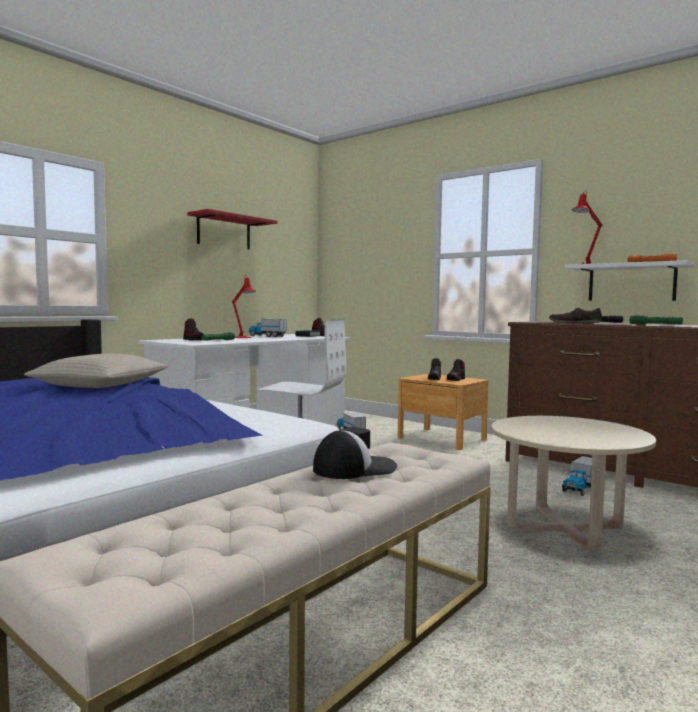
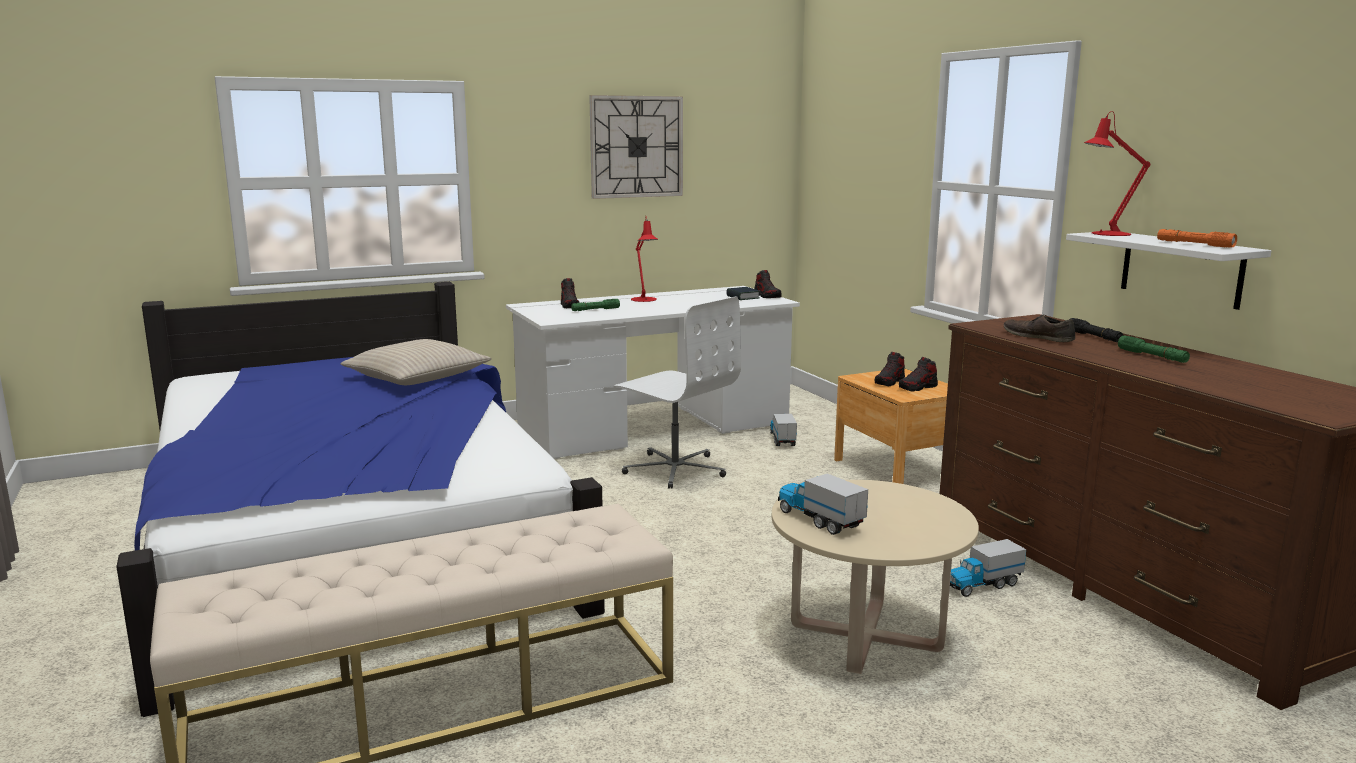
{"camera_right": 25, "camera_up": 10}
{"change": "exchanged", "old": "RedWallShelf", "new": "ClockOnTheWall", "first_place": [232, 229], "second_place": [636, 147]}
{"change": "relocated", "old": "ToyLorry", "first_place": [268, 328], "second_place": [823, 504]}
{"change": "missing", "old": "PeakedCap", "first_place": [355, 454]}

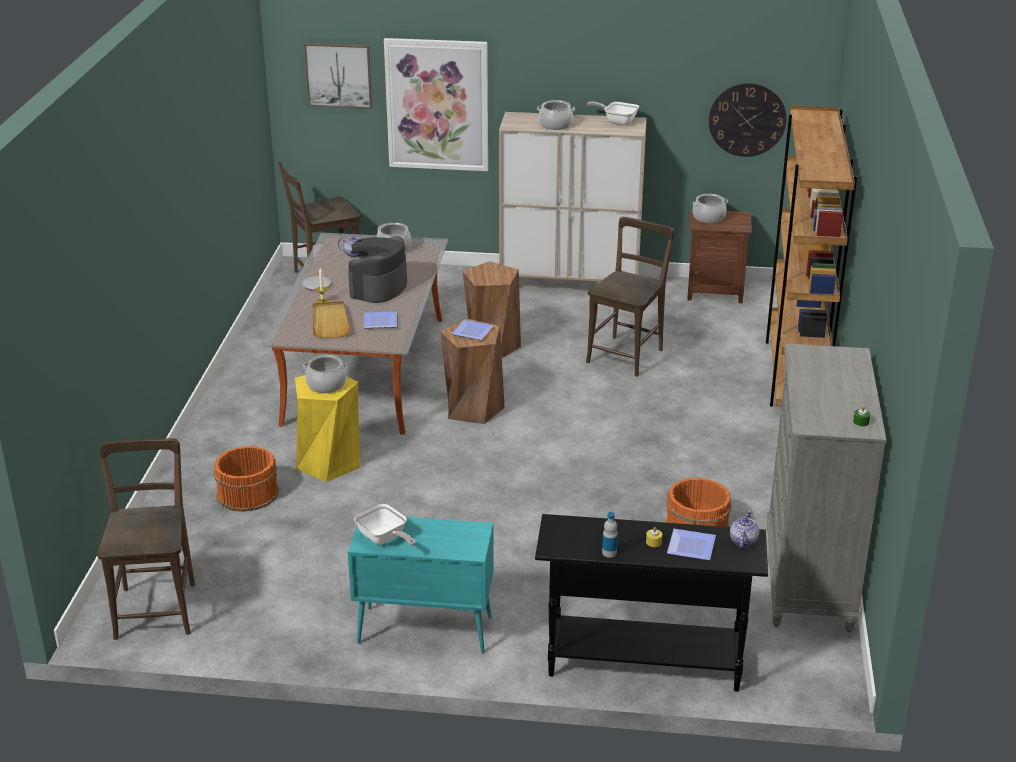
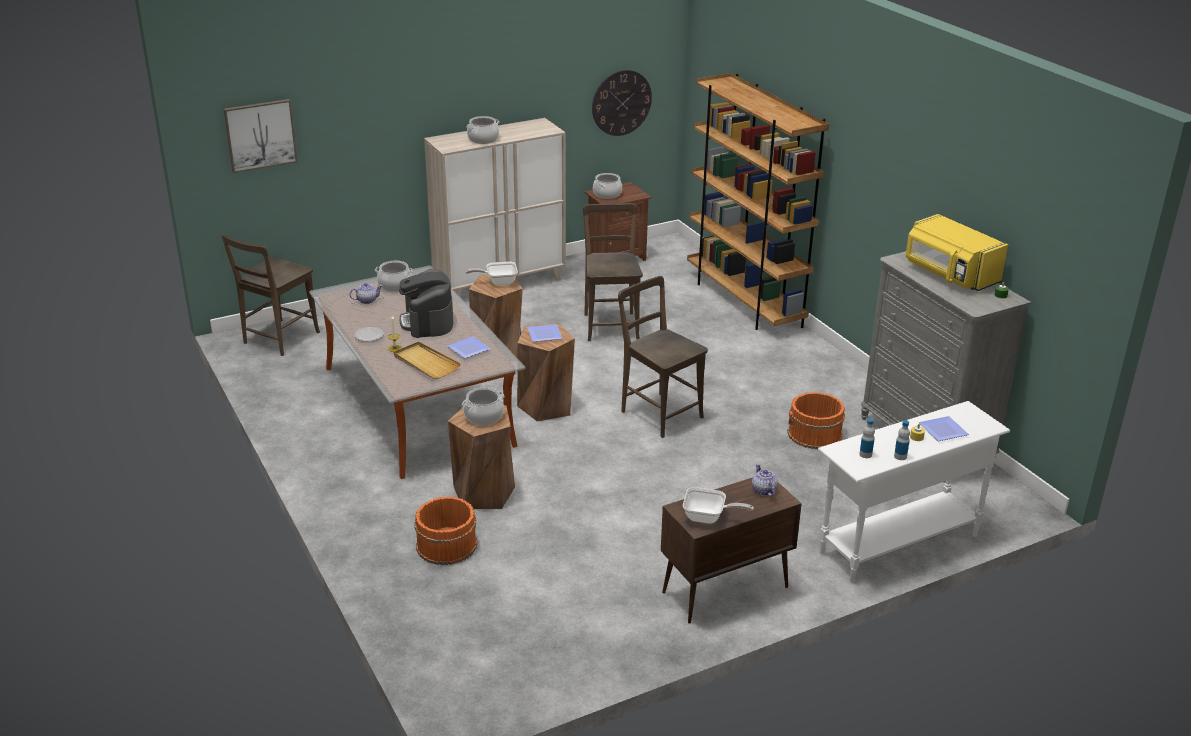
{"camera_right": -35, "camera_up": 0}
{"change": "relocated", "old": "BrownishChair", "first_place": [146, 539], "second_place": [663, 357]}
{"change": "colour", "old": "YellowStoolSeat", "new": "BrownishStoolSeat", "first_place": [327, 428], "second_place": [481, 457]}
{"change": "colour", "old": "BlueGreenStorageCabinet", "new": "BrownishStorageCabinet", "first_place": [421, 585], "second_place": [731, 550]}
{"change": "missing", "old": "Picture", "first_place": [436, 104]}
{"change": "colour", "old": "BlackColouredHallTable", "new": "WhiteColouredHallTable", "first_place": [651, 603], "second_place": [914, 492]}
{"change": "relocated", "old": "Pan", "first_place": [613, 113], "second_place": [492, 273]}
{"change": "relocated", "old": "Teapot", "first_place": [745, 529], "second_place": [765, 480]}
{"change": "appeared", "new": "DrinkBottle", "second_place": [867, 438]}
{"change": "appeared", "new": "YellowMicrowaveOven", "second_place": [957, 252]}

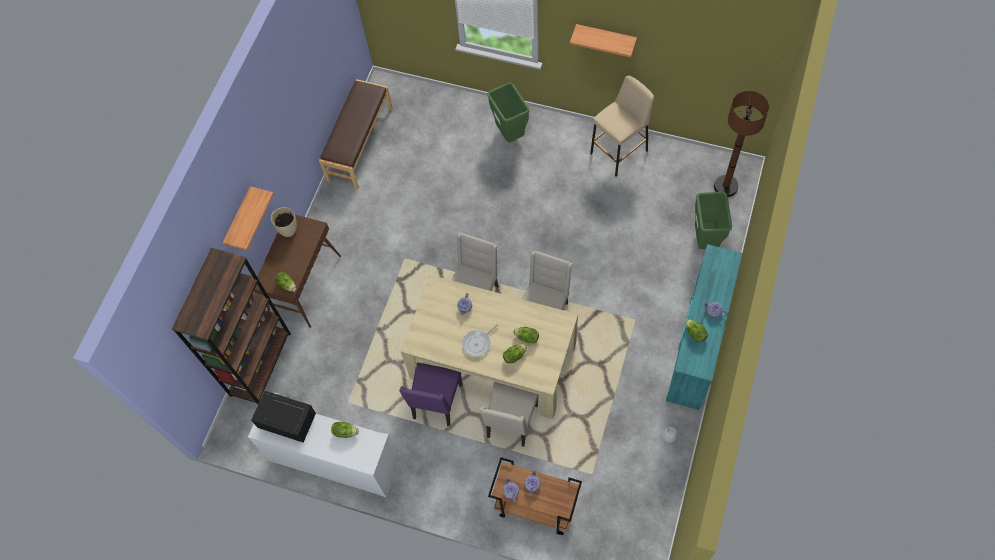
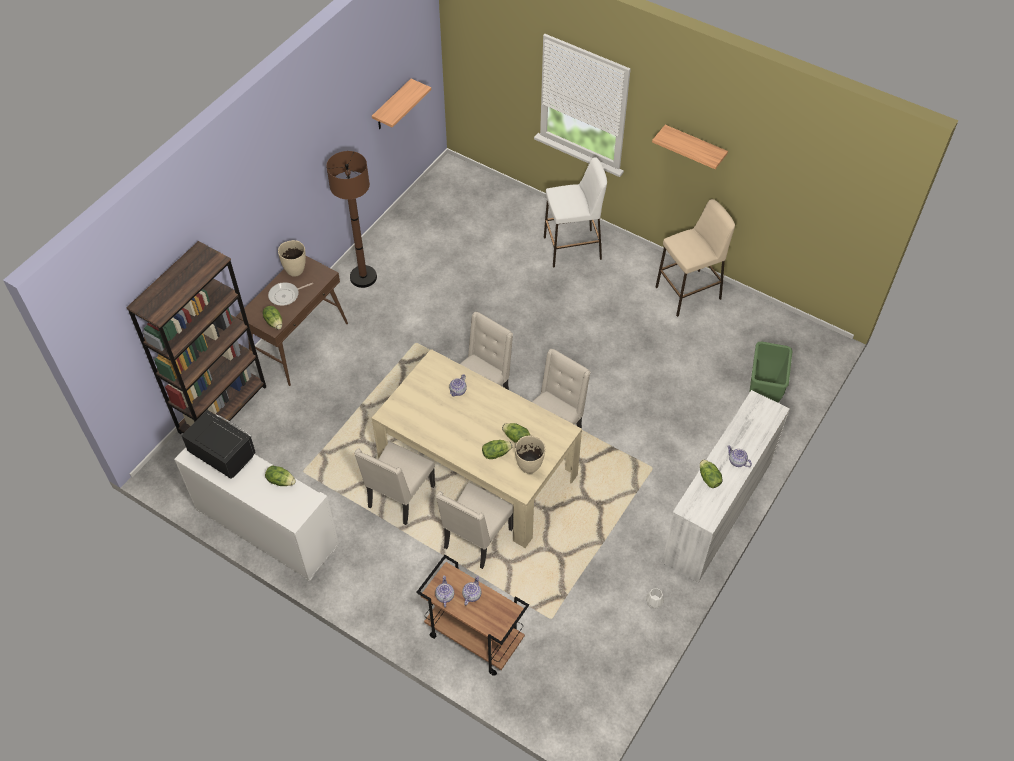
{"camera_right": 10, "camera_up": -10}
{"change": "relocated", "old": "WallShelf", "first_place": [248, 218], "second_place": [401, 104]}
{"change": "missing", "old": "BrownishIndoorBench", "first_place": [356, 134]}
{"change": "colour", "old": "PurpleColouredChair", "new": "SandColouredChair", "first_place": [430, 394], "second_place": [394, 483]}
{"change": "relocated", "old": "Pan", "first_place": [480, 340], "second_place": [290, 294]}
{"change": "exchanged", "old": "GreenishRubbishBin", "new": "WhiteColouredStoolSeat", "first_place": [508, 112], "second_place": [575, 212]}
{"change": "colour", "old": "BlueGreenDrawerChest", "new": "WhiteColouredDrawerChest", "first_place": [704, 327], "second_place": [726, 486]}
{"change": "relocated", "old": "BrownishStandingLamp", "first_place": [741, 144], "second_place": [351, 219]}
{"change": "appeared", "new": "SandColouredDecorativeVase", "second_place": [530, 455]}

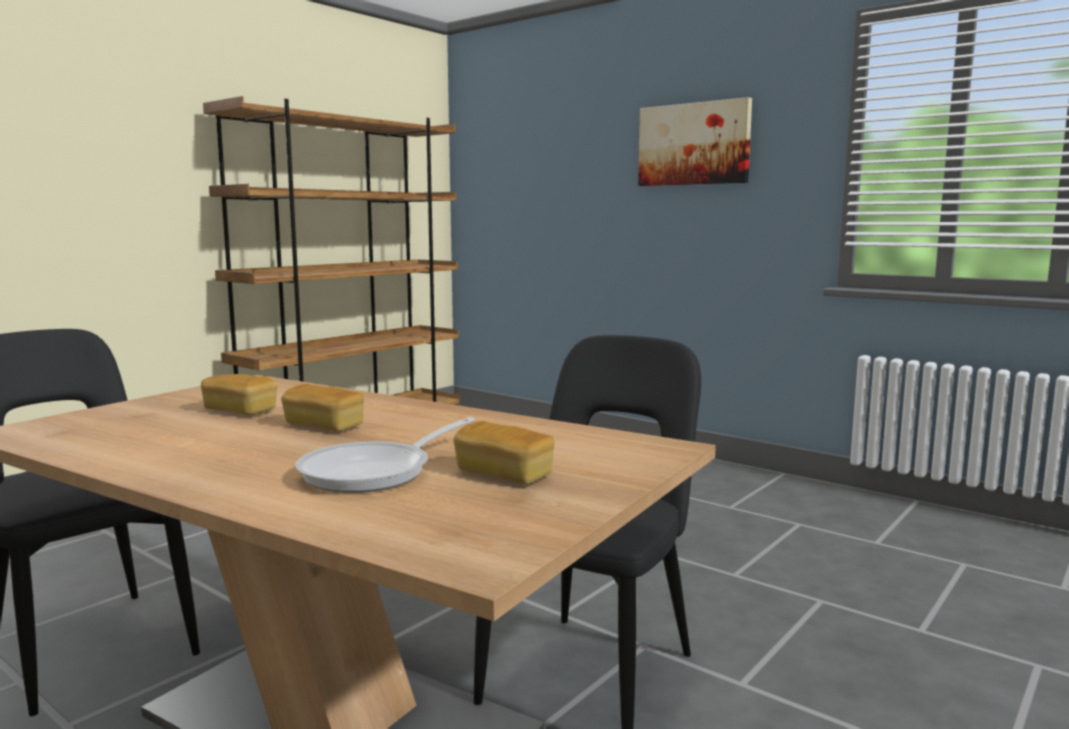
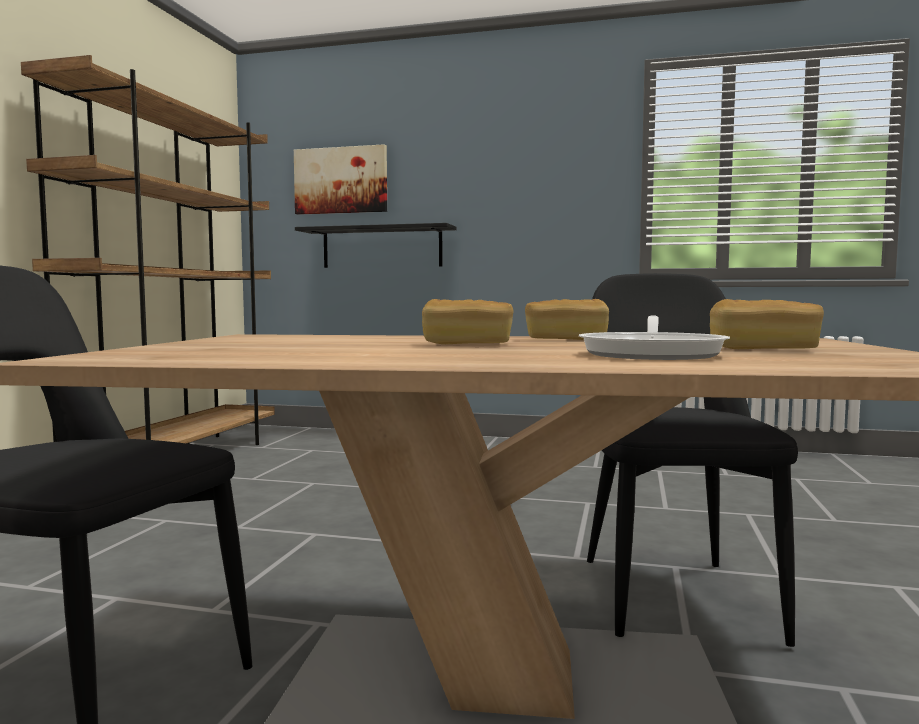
{"camera_right": -25, "camera_up": -5}
{"change": "relocated", "old": "BakedBread", "first_place": [239, 394], "second_place": [567, 319]}
{"change": "relocated", "old": "Picture", "first_place": [695, 141], "second_place": [340, 179]}
{"change": "appeared", "new": "BlackColouredWallShelf", "second_place": [375, 245]}

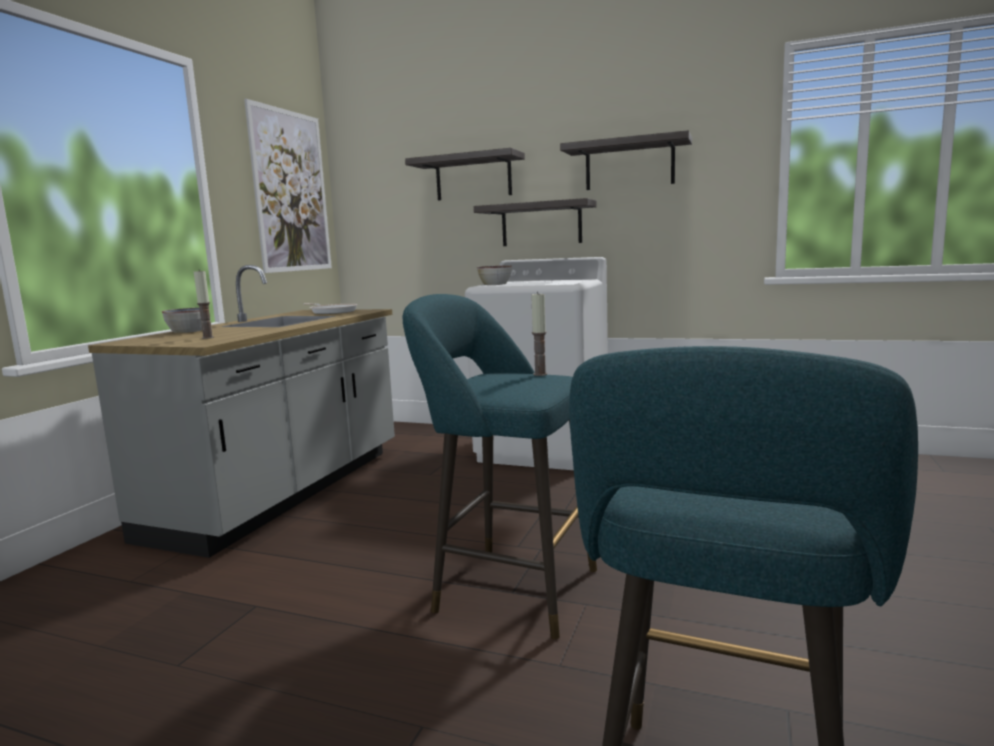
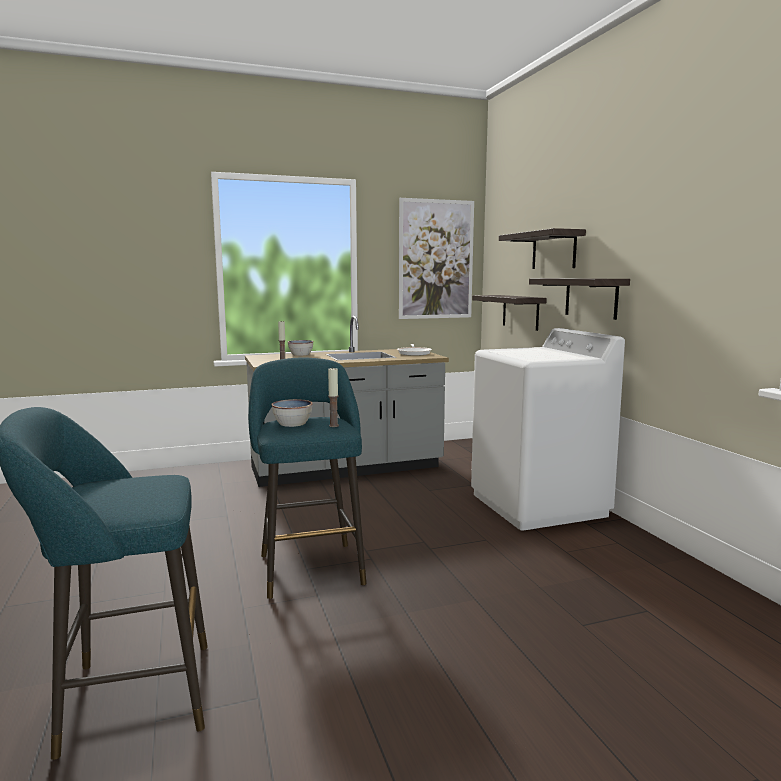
{"camera_right": 50, "camera_up": 0}
{"change": "relocated", "old": "DeepDish", "first_place": [494, 275], "second_place": [292, 413]}
{"change": "relocated", "old": "WallShelf", "first_place": [626, 160], "second_place": [509, 313]}

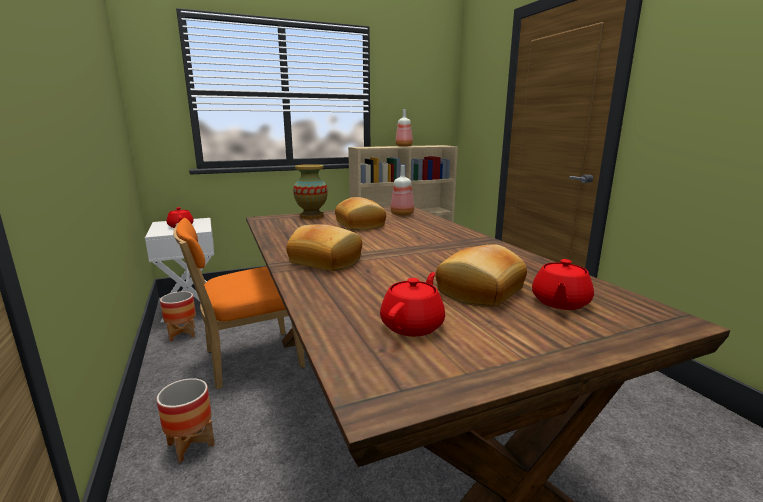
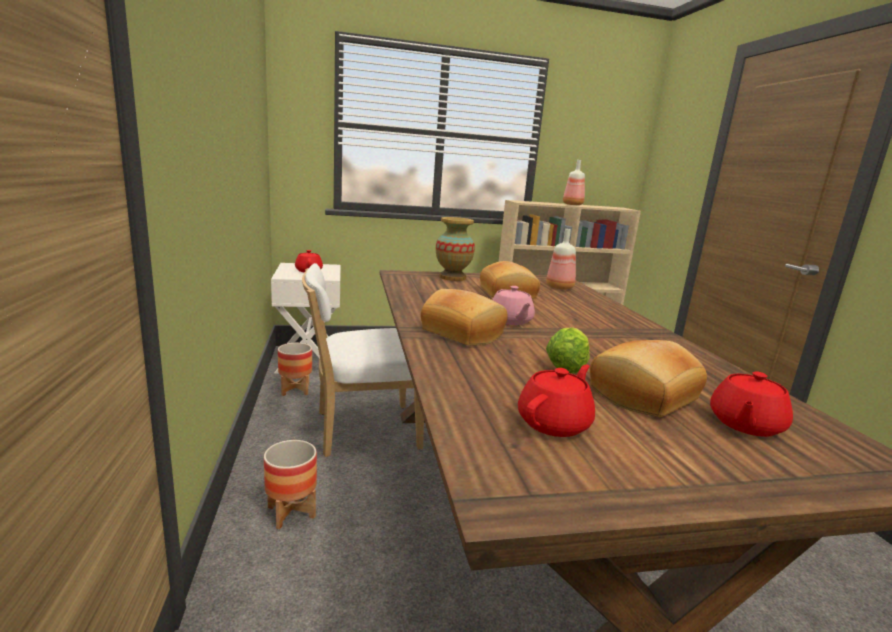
{"camera_right": 10, "camera_up": 0}
{"change": "colour", "old": "OrangeyChair", "new": "WhiteColouredChair", "first_place": [239, 303], "second_place": [363, 360]}
{"change": "appeared", "new": "PinkTeapot", "second_place": [513, 305]}
{"change": "appeared", "new": "Lettuce", "second_place": [568, 350]}

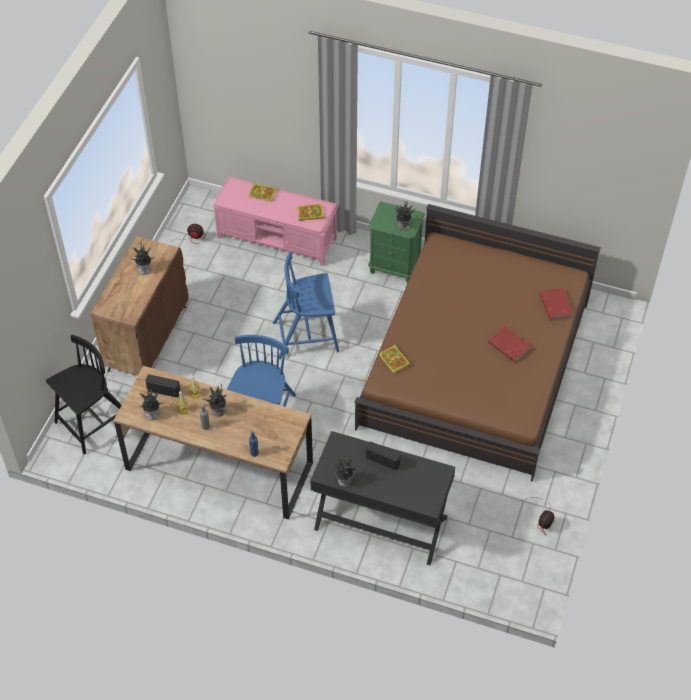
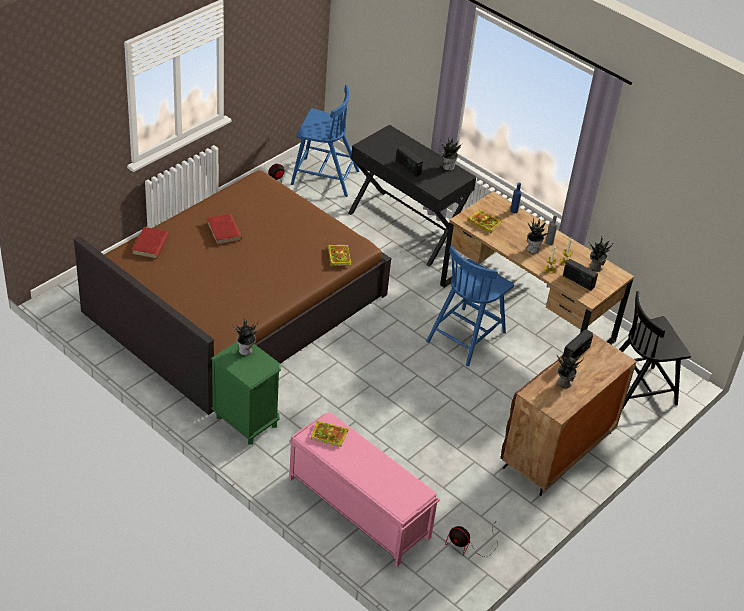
{"camera_right": -160, "camera_up": -10}
{"change": "relocated", "old": "BoundBook", "first_place": [263, 192], "second_place": [484, 221]}
{"change": "relocated", "old": "BluishChair", "first_place": [306, 305], "second_place": [325, 141]}
{"change": "appeared", "new": "Radio", "second_place": [577, 345]}

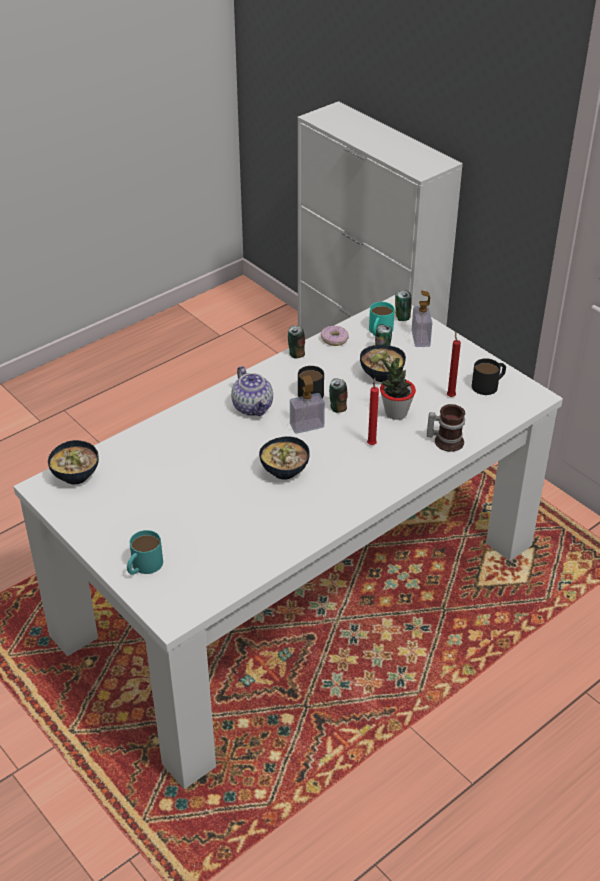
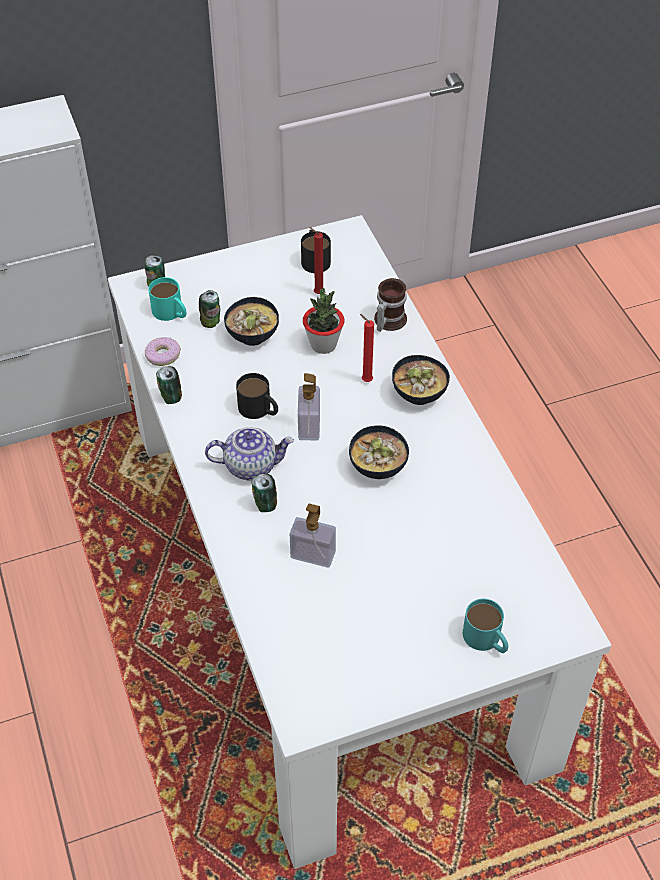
{"camera_right": -70, "camera_up": 10}
{"change": "relocated", "old": "DeepDish", "first_place": [73, 462], "second_place": [421, 380]}
{"change": "relocated", "old": "MetalCan", "first_place": [338, 395], "second_place": [264, 493]}
{"change": "relocated", "old": "SoapBottle", "first_place": [422, 319], "second_place": [313, 536]}

